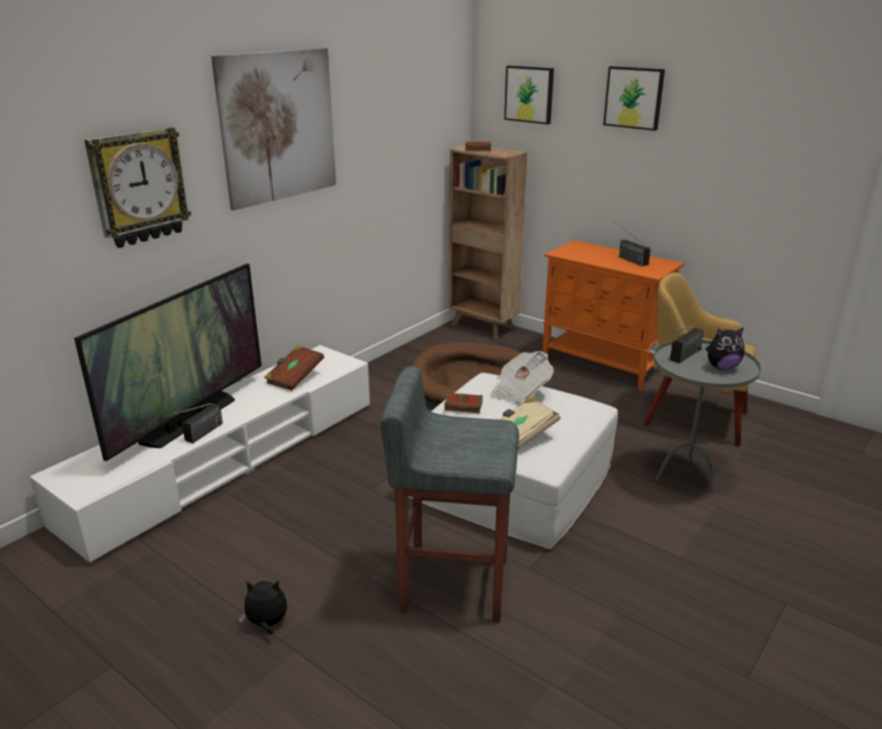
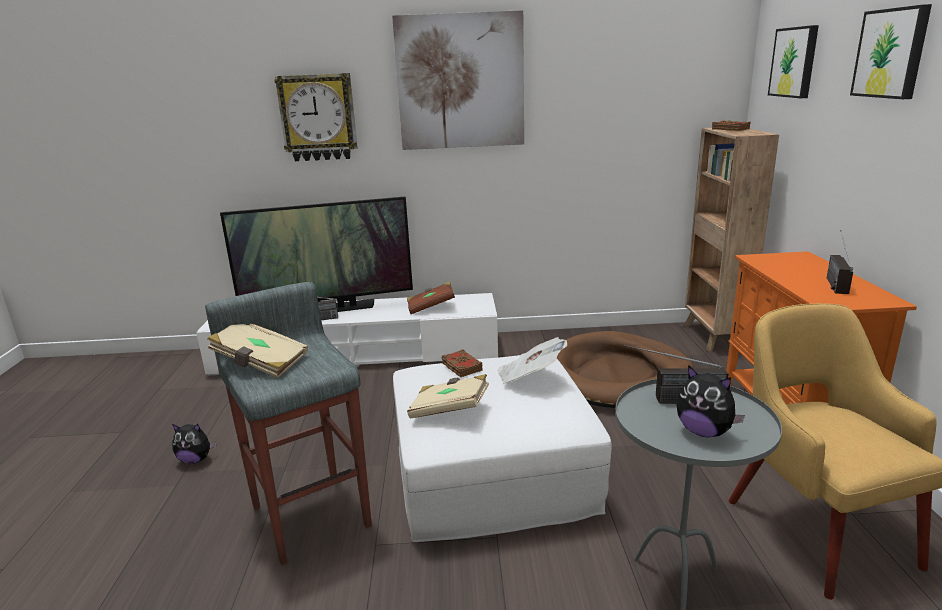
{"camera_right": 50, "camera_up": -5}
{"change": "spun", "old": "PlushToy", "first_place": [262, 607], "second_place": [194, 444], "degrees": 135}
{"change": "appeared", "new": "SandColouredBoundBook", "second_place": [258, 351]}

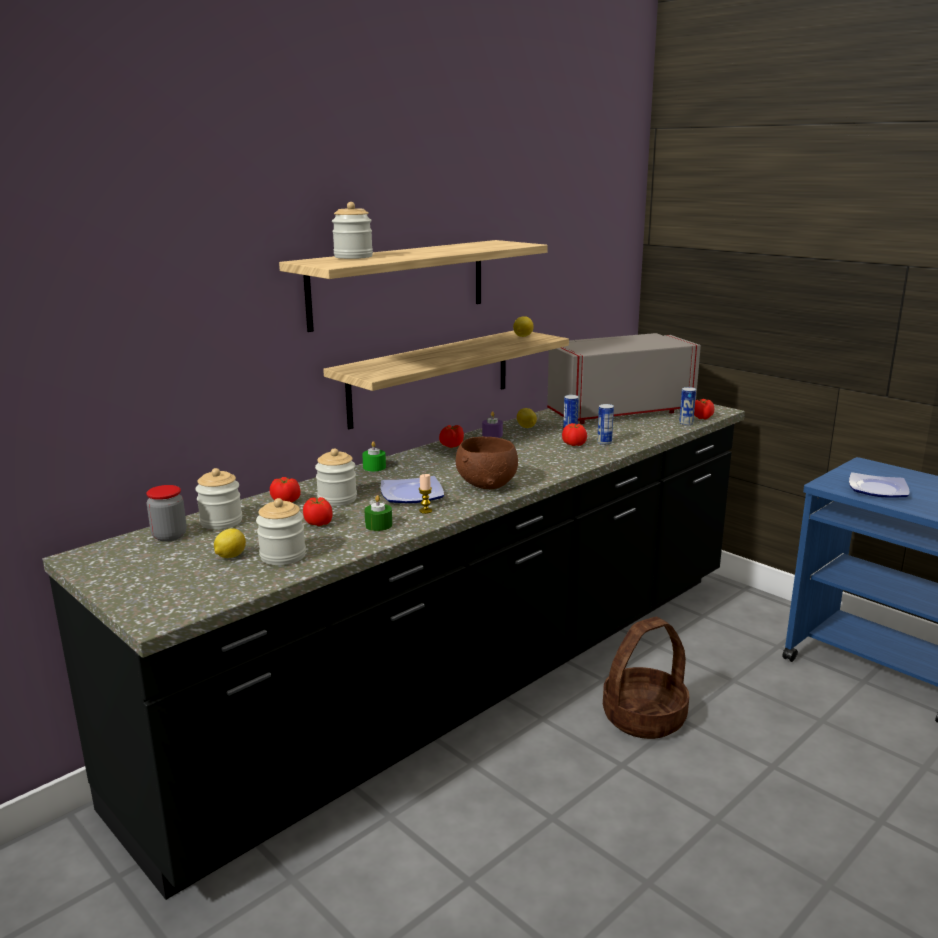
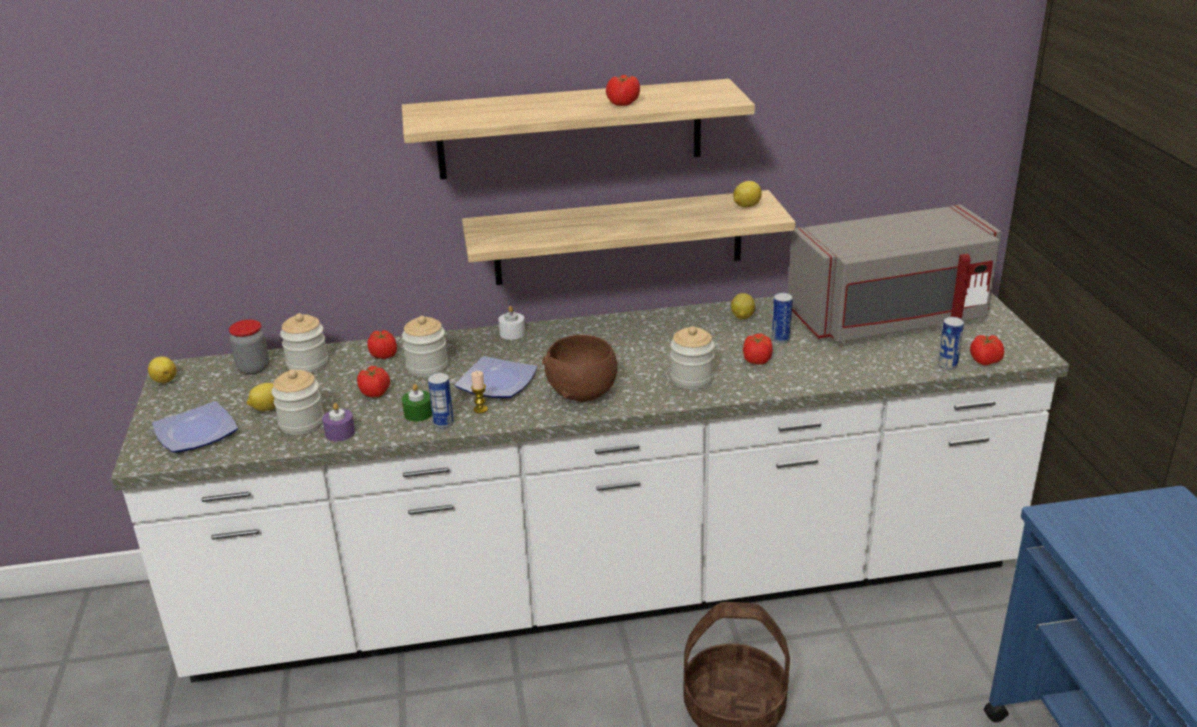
{"camera_right": 35, "camera_up": 10}
{"change": "colour", "old": "BlackColouredKitchenCounter", "new": "WhiteColouredKitchenCounter", "first_place": [394, 652], "second_place": [590, 487]}
{"change": "relocated", "old": "StorageJar", "first_place": [352, 230], "second_place": [692, 357]}
{"change": "colour", "old": "GreenishWaxLight", "new": "WhiteColouredWaxLight", "first_place": [374, 456], "second_place": [512, 323]}
{"change": "relocated", "old": "Tomato", "first_place": [451, 436], "second_place": [623, 90]}
{"change": "relocated", "old": "PurpleColouredWaxLight", "first_place": [492, 424], "second_place": [338, 422]}
{"change": "spun", "old": "GreyMicrowaveOven", "first_place": [624, 378], "second_place": [894, 273], "degrees": 150}
{"change": "relocated", "old": "MetalCan", "first_place": [605, 424], "second_place": [441, 401]}
{"change": "relocated", "old": "Plate", "first_place": [879, 485], "second_place": [195, 427]}
{"change": "appeared", "new": "WholeLemon", "second_place": [162, 369]}

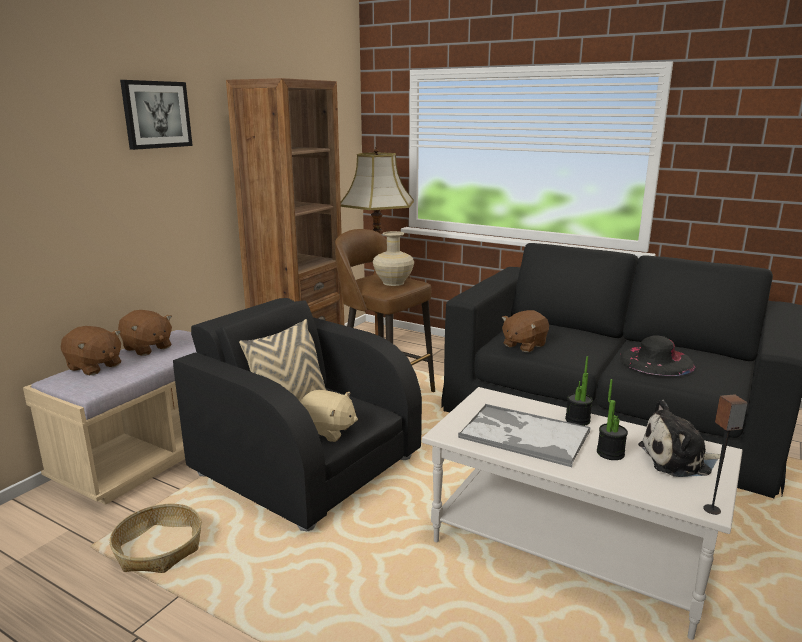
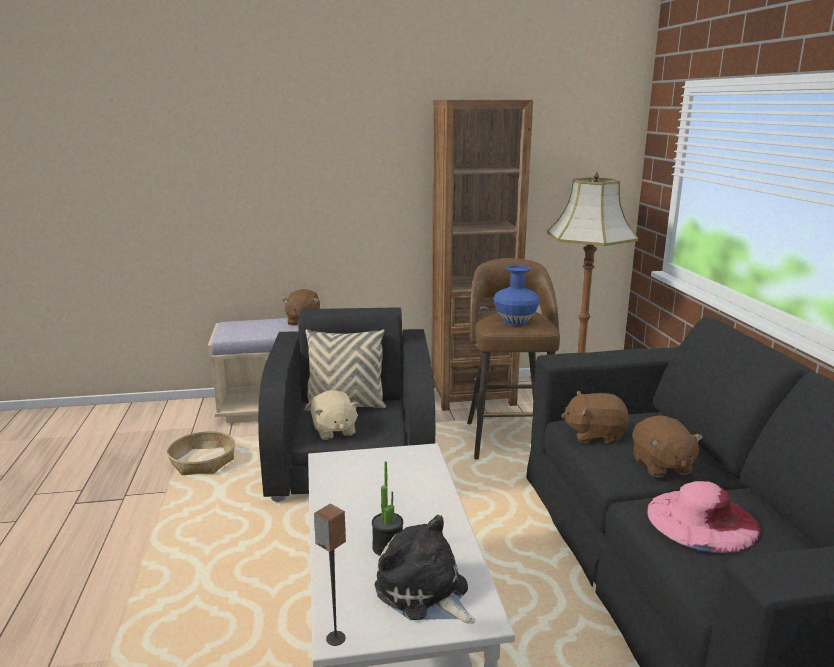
{"camera_right": 50, "camera_up": 0}
{"change": "relocated", "old": "BrownishPlushToy", "first_place": [91, 350], "second_place": [667, 446]}
{"change": "missing", "old": "Picture", "first_place": [156, 115]}
{"change": "colour", "old": "SandColouredDecorativeVase", "new": "BluishDecorativeVase", "first_place": [393, 258], "second_place": [517, 295]}
{"change": "missing", "old": "ServingTray", "first_place": [524, 435]}
{"change": "missing", "old": "PlantInAPot", "first_place": [579, 391]}
{"change": "colour", "old": "BlackColouredHat", "new": "PinkHat", "first_place": [657, 355], "second_place": [705, 517]}

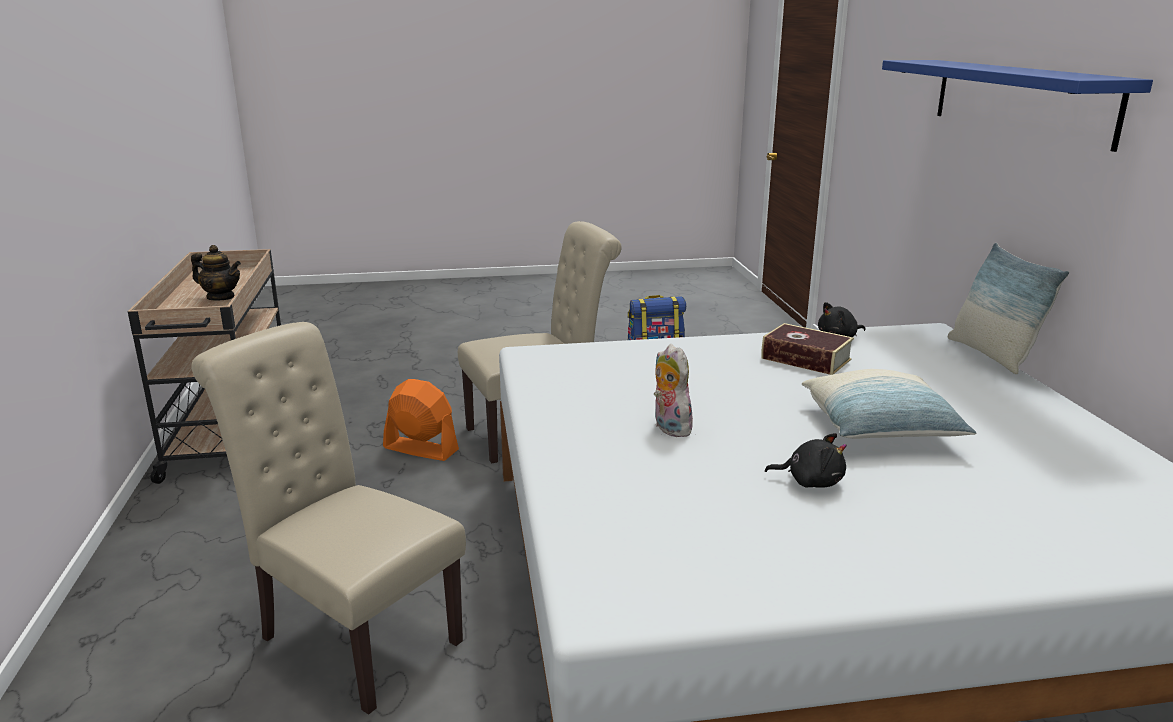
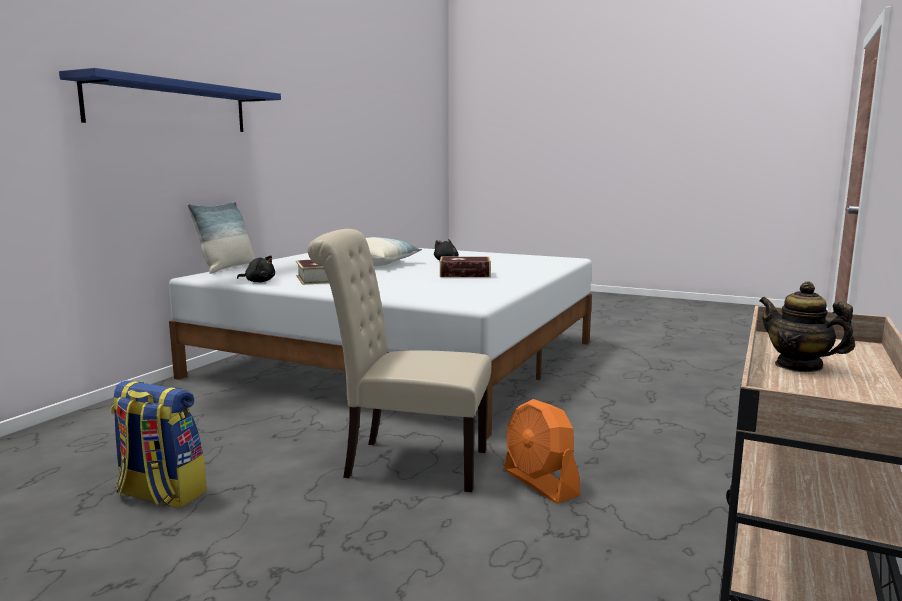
{"camera_right": -145, "camera_up": -10}
{"change": "missing", "old": "SandColouredChair", "first_place": [328, 518]}
{"change": "exchanged", "old": "PlushToy", "new": "BoundBook", "first_place": [673, 390], "second_place": [465, 266]}

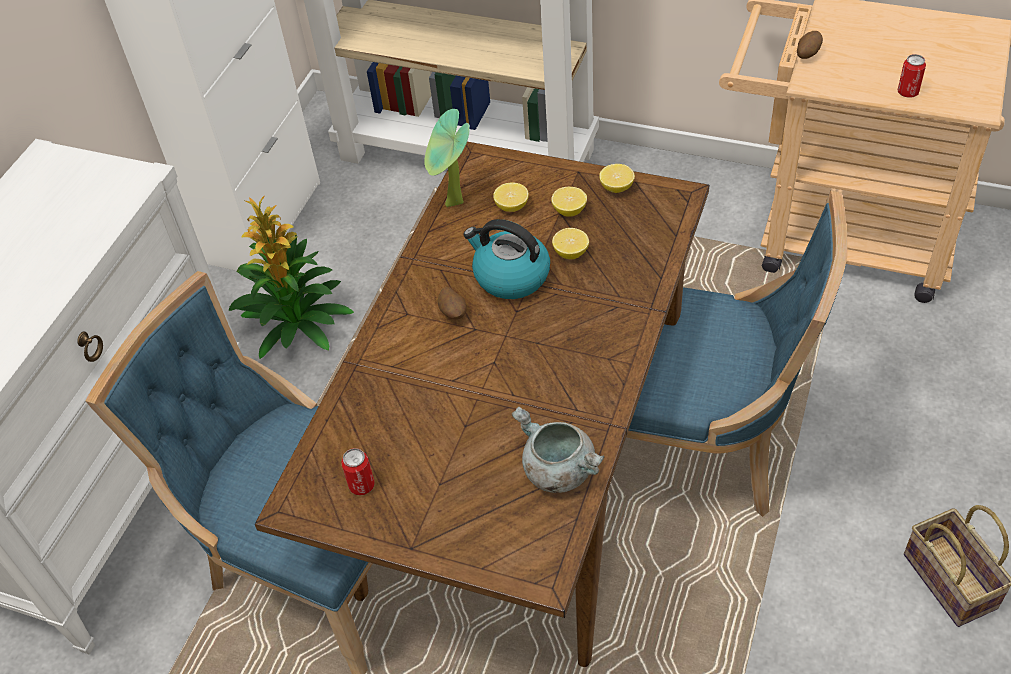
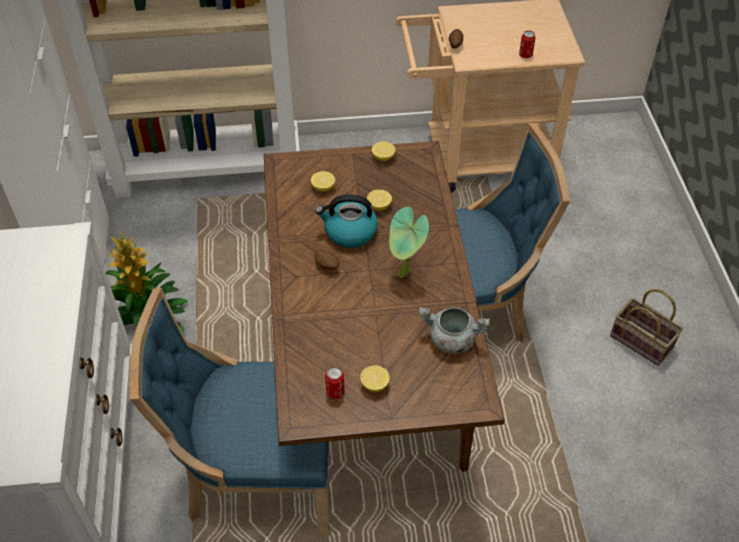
{"camera_right": -30, "camera_up": 0}
{"change": "relocated", "old": "PlantInAPot", "first_place": [447, 158], "second_place": [409, 242]}
{"change": "relocated", "old": "WholeLemon", "first_place": [569, 202], "second_place": [375, 378]}

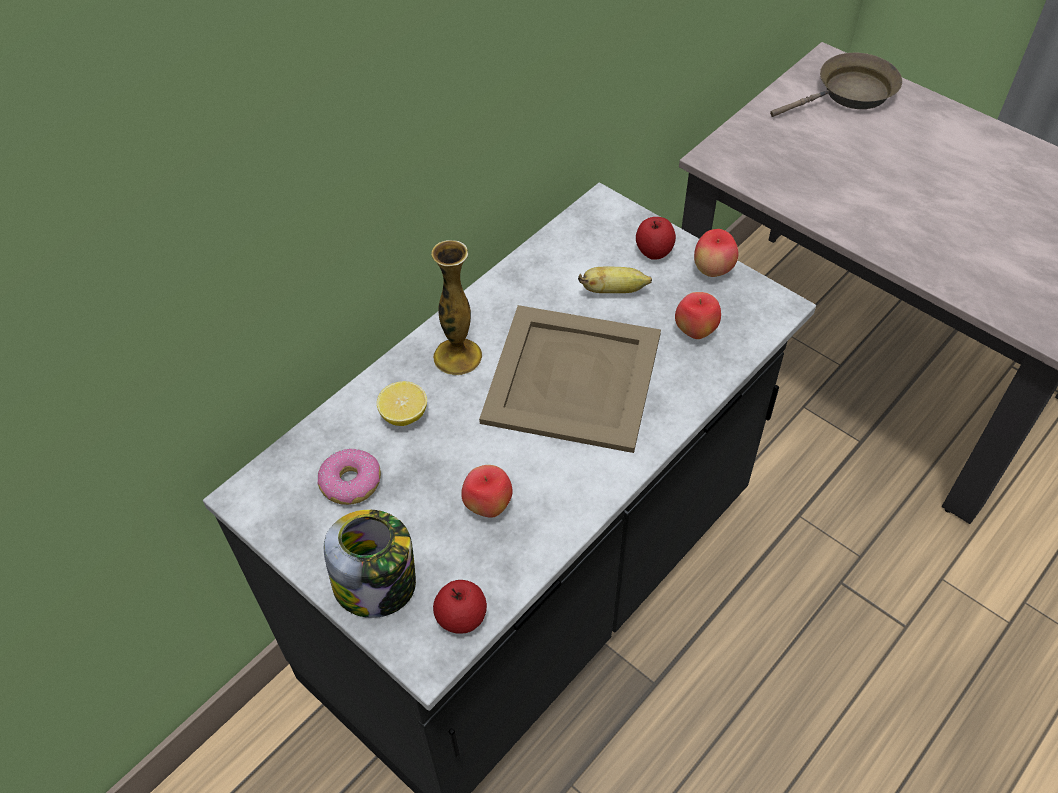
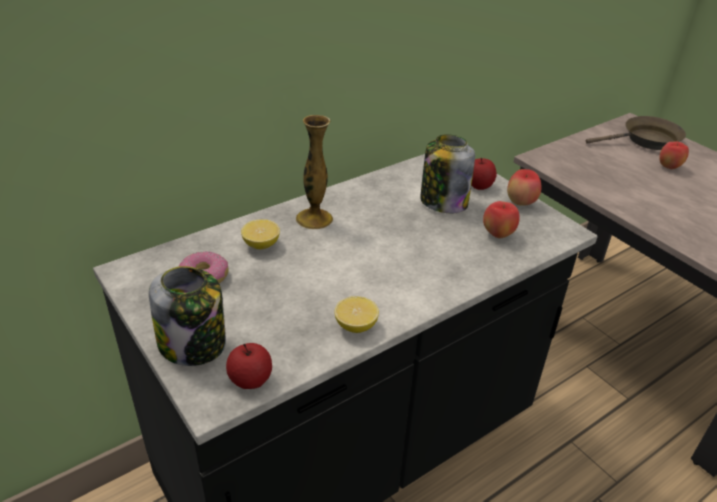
{"camera_right": 10, "camera_up": -15}
{"change": "relocated", "old": "AppleFruit", "first_place": [487, 491], "second_place": [674, 155]}
{"change": "missing", "old": "SandColouredServingTray", "first_place": [570, 379]}
{"change": "exchanged", "old": "BananaFruit", "new": "StorageJar", "first_place": [615, 280], "second_place": [447, 173]}
{"change": "appeared", "new": "WholeLemon", "second_place": [356, 314]}

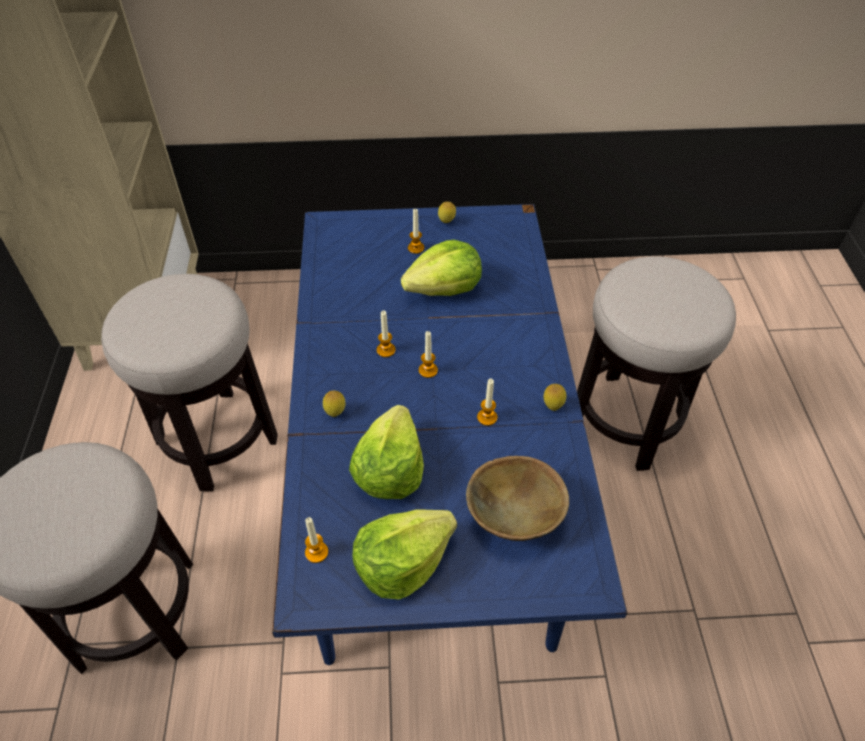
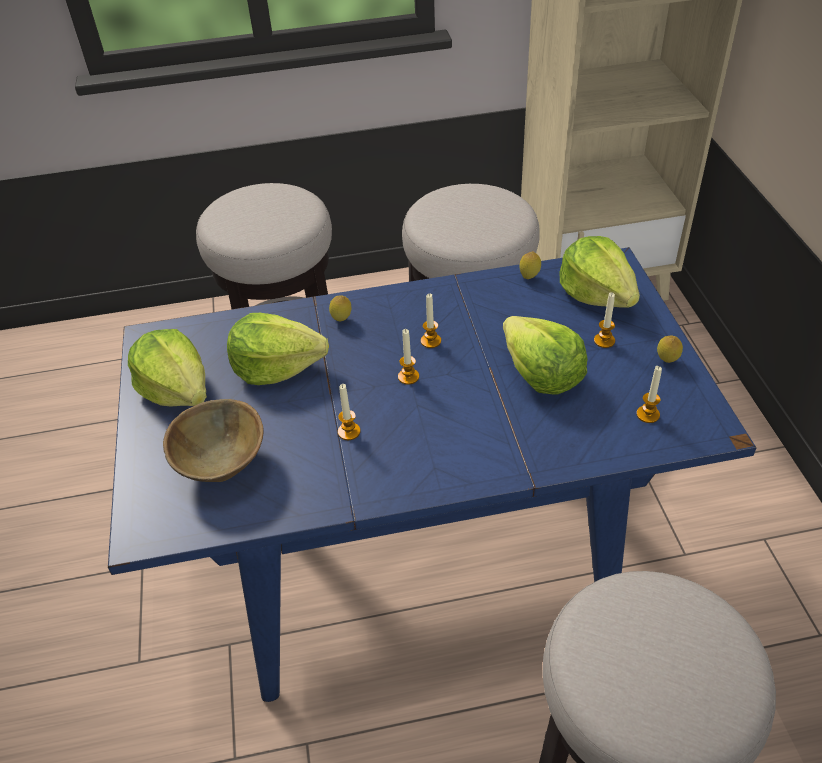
{"camera_right": 85, "camera_up": -5}
{"change": "relocated", "old": "WaxLight", "first_place": [316, 540], "second_place": [649, 394]}
{"change": "relocated", "old": "WholeLemon", "first_place": [554, 397], "second_place": [530, 265]}
{"change": "appeared", "new": "Lettuce", "second_place": [600, 272]}

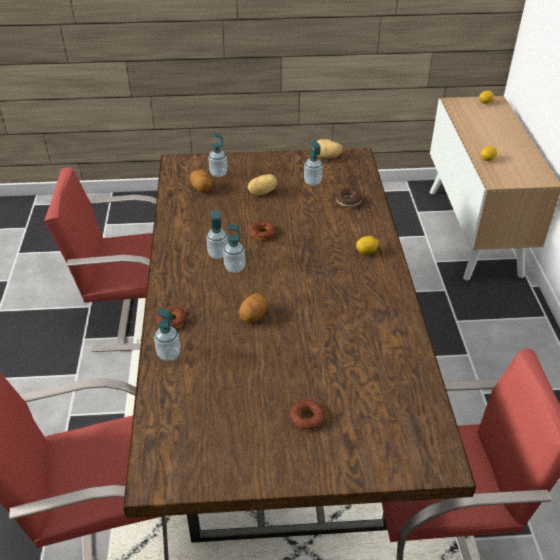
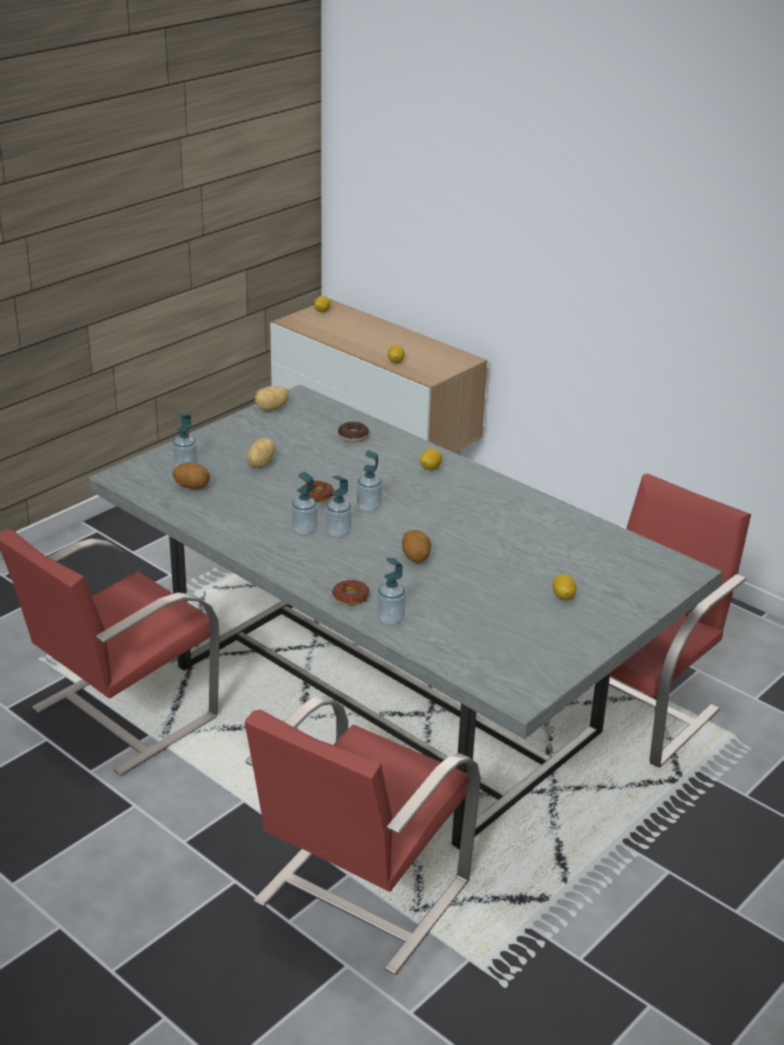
{"camera_right": -45, "camera_up": -10}
{"change": "colour", "old": "BrownishDiningTable", "new": "GreyDiningTable", "first_place": [299, 345], "second_place": [406, 617]}
{"change": "exchanged", "old": "Donut", "new": "WholeLemon", "first_place": [307, 414], "second_place": [564, 587]}
{"change": "relocated", "old": "SoapBottle", "first_place": [313, 163], "second_place": [369, 481]}

